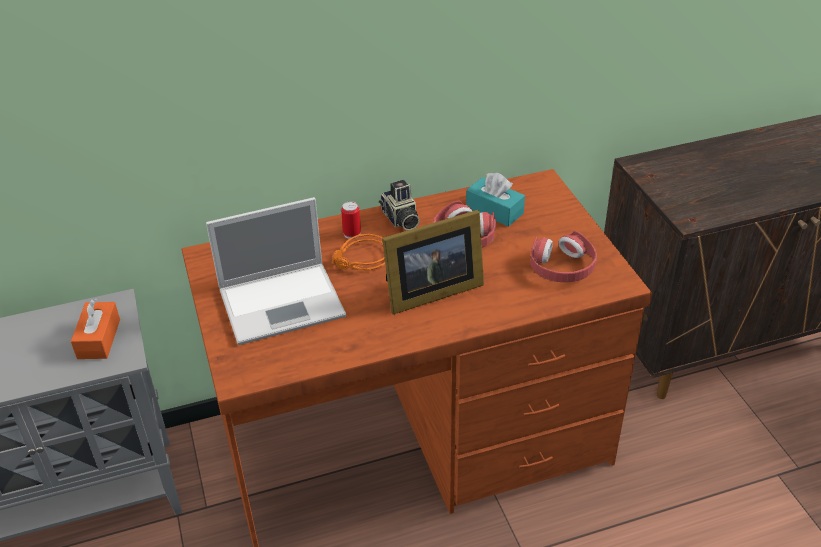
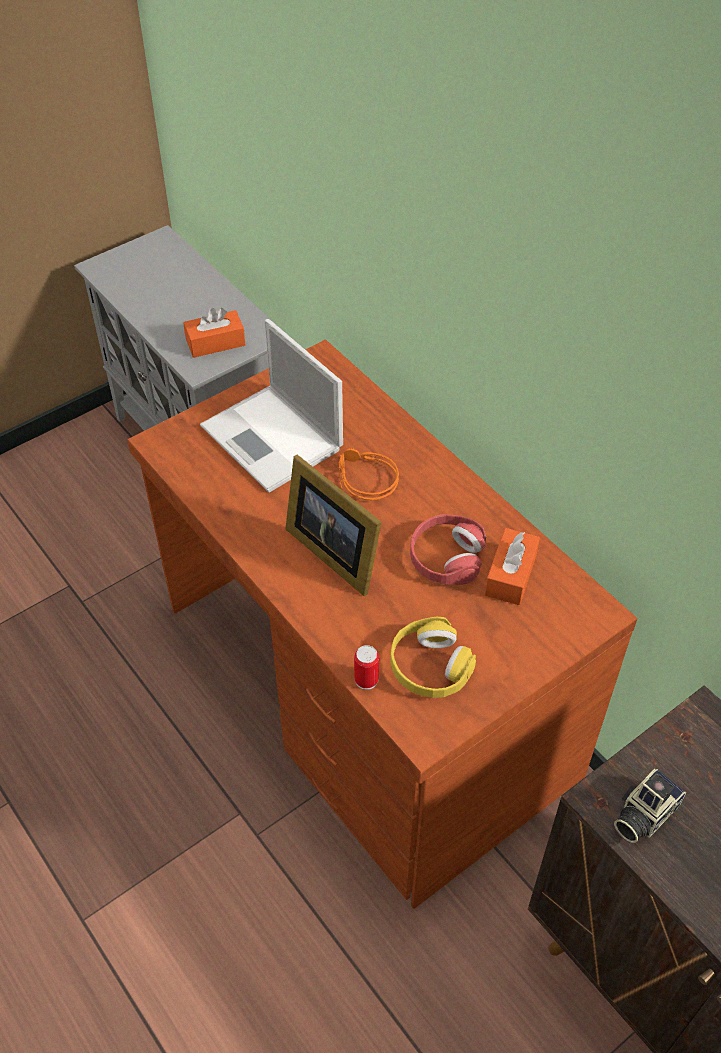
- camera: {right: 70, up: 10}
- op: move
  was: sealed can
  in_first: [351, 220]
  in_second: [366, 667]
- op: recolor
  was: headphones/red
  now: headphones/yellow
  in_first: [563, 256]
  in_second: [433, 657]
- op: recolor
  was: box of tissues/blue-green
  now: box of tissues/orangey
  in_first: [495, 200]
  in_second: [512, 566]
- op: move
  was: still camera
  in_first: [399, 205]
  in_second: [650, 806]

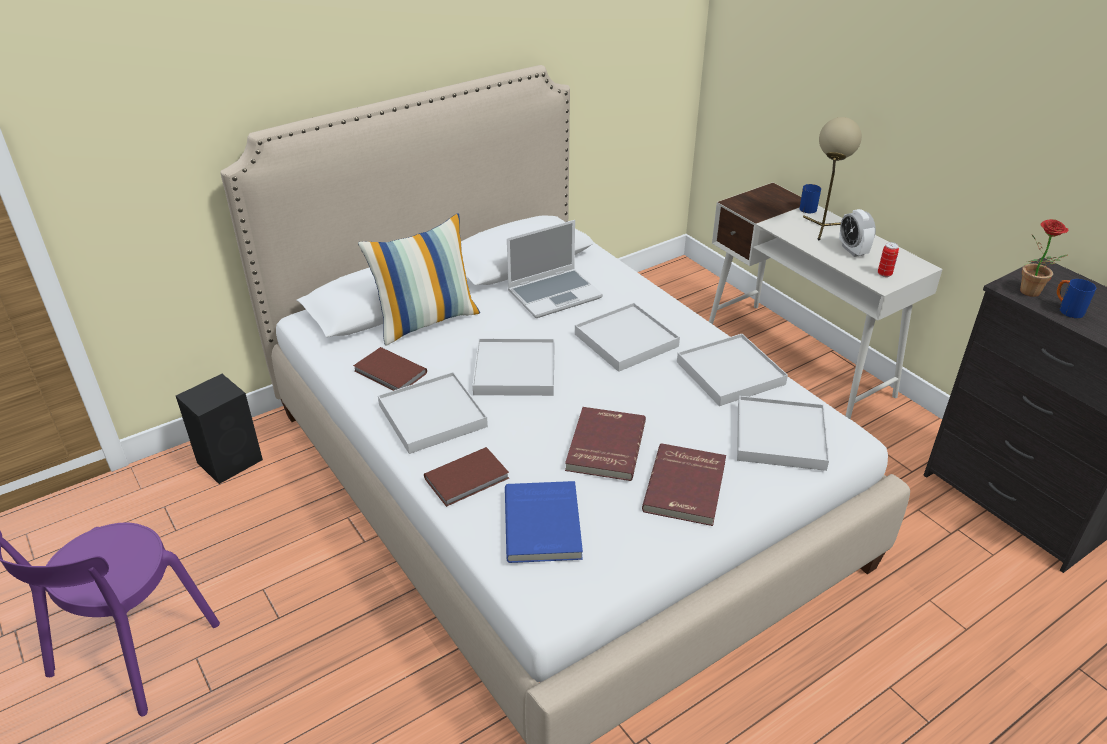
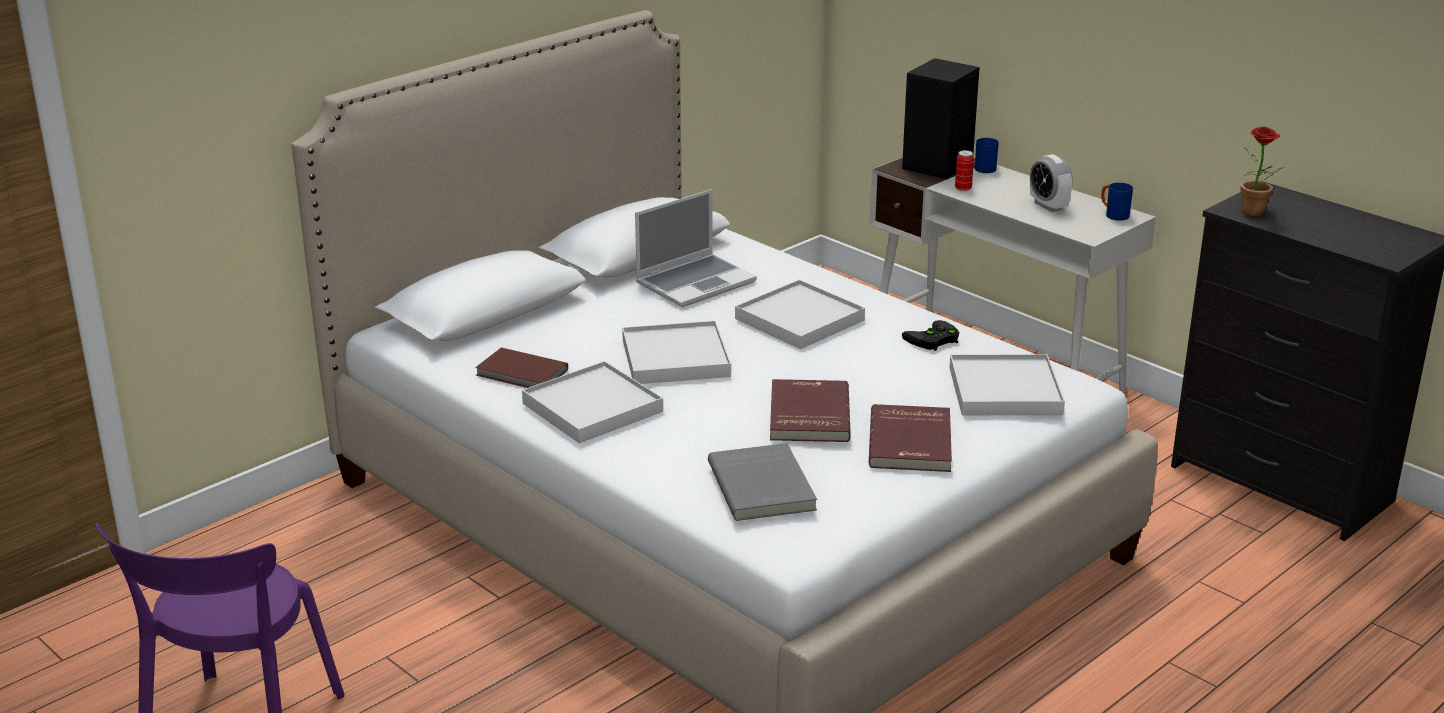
- camera: {right: -10, up: -10}
- op: recolor
  was: volume/blue-coloured
  now: volume/greyish
  in_first: [544, 522]
  in_second: [762, 482]
- op: move
  was: loudspeaker/blackish
  in_first: [219, 429]
  in_second: [941, 118]
- op: replace
  was: serving tray/white-coloured
  now: game controller/blackish
  in_first: [732, 370]
  in_second: [930, 335]
- op: move
  was: sealed can
  in_first: [888, 259]
  in_second: [964, 170]
- op: move
  was: tea mug/blue-coloured
  in_first: [1076, 298]
  in_second: [1117, 202]
- op: delete
  was: cushion
  in_first: [419, 279]
- op: delete
  was: volume/brownish
  in_first: [466, 477]
- op: delete
  was: table lamp/sand-coloured
  in_first: [832, 178]

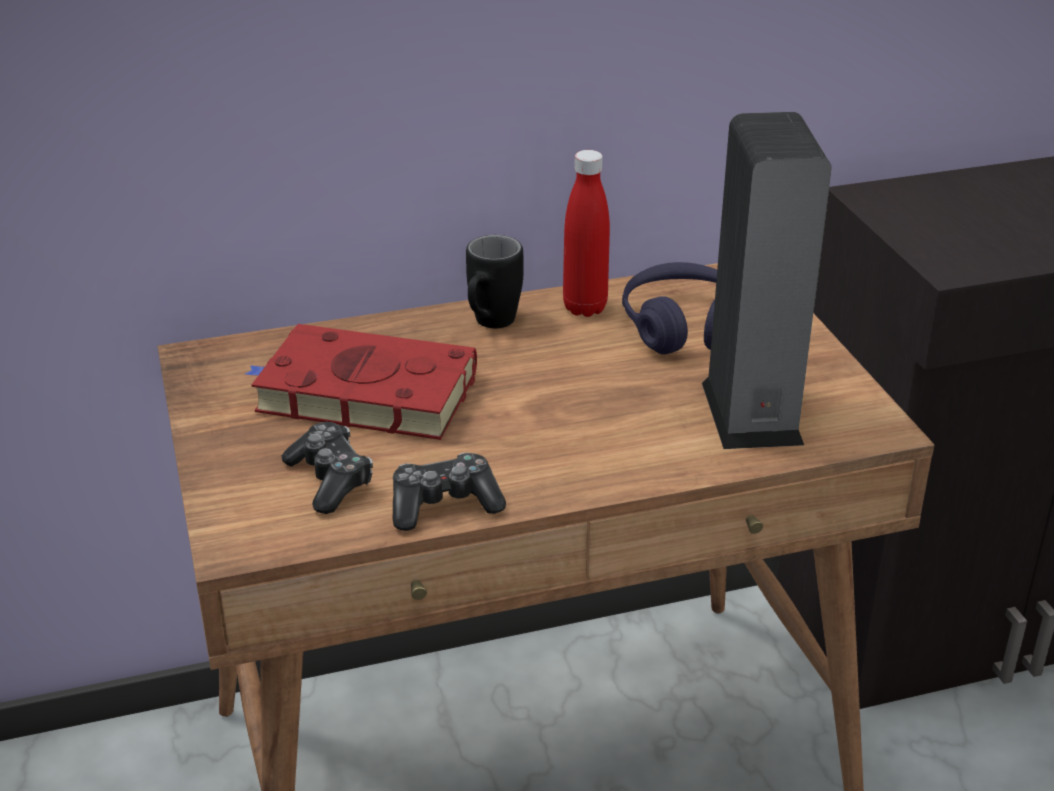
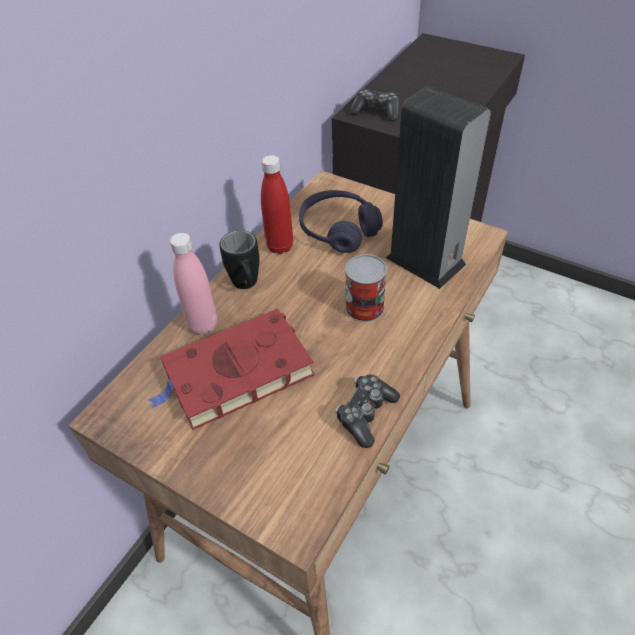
- camera: {right: -40, up: 15}
- op: insert
  now: beverage bottle/pinkish
  in_second: [193, 284]
- op: insert
  now: sealed can
  in_second: [366, 288]
- op: move
  was: game controller
  in_first: [327, 468]
  in_second: [374, 105]

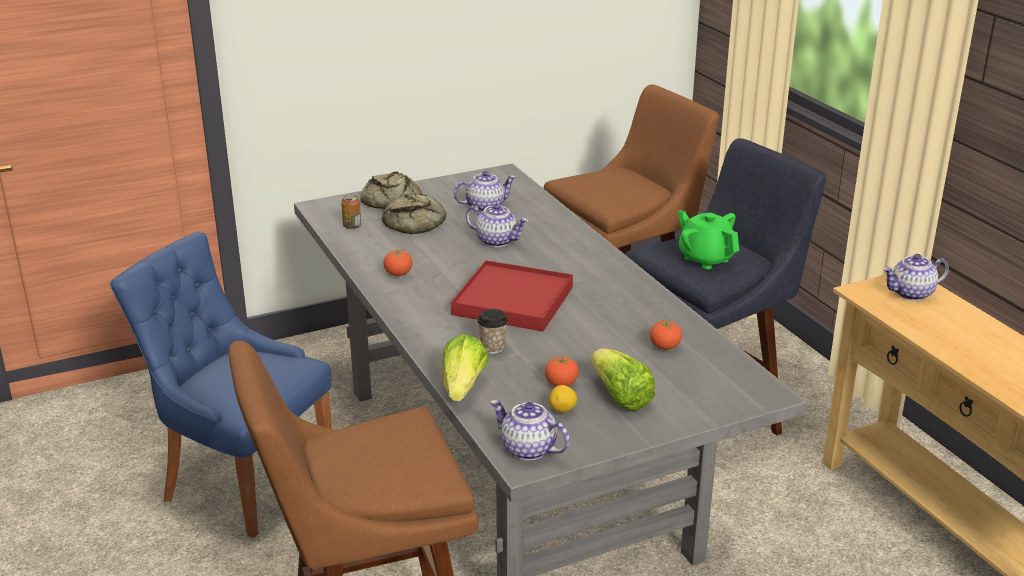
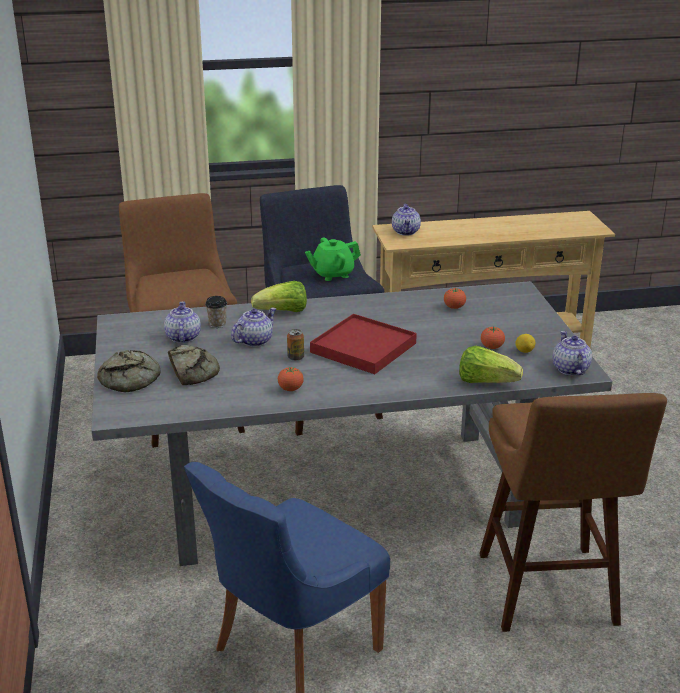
- camera: {right: -75, up: 0}
- op: move
  was: drinking cup
  in_first: [492, 331]
  in_second: [216, 312]
- op: move
  was: head of lettuce
  in_first: [623, 379]
  in_second: [279, 296]
- op: move
  was: sealed can
  in_first: [351, 212]
  in_second: [295, 345]
- op: rotate
  was: pot for tea
  in_first: [530, 430]
  in_second: [572, 353]
  clockwise: 120

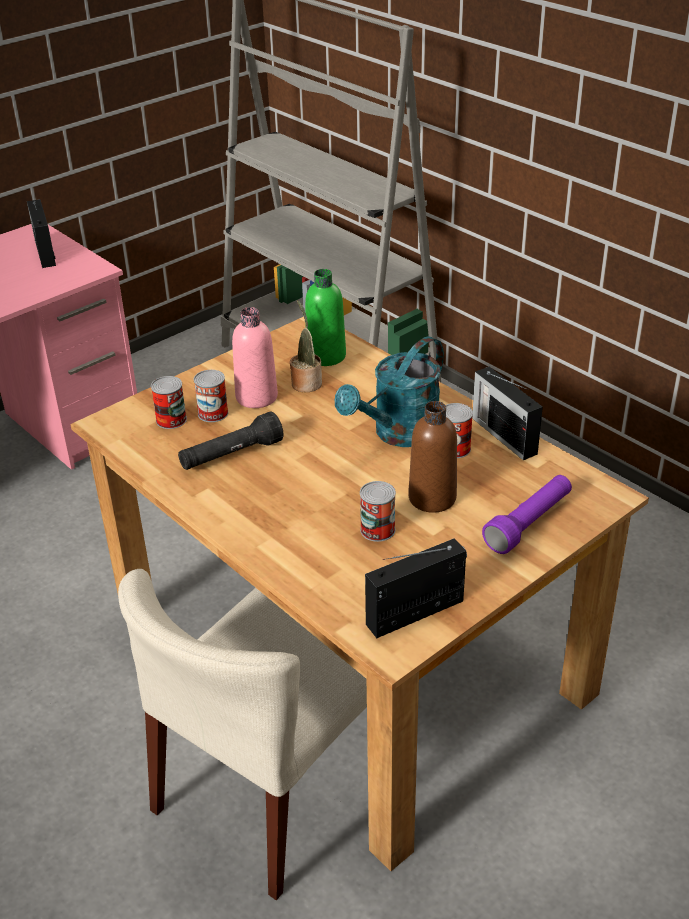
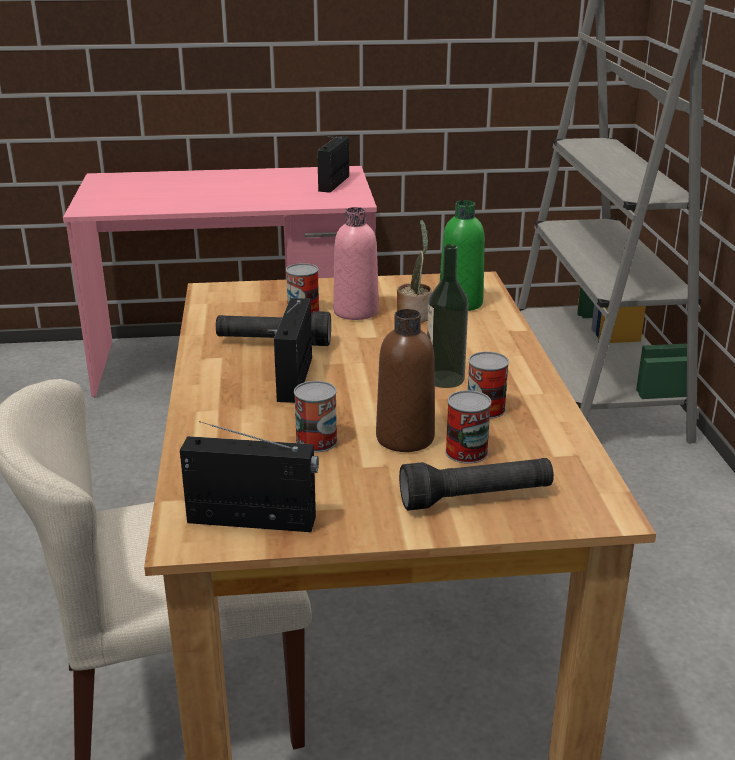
- camera: {right: 35, up: -10}
- op: move
  was: radio set
  in_first: [507, 413]
  in_second: [293, 350]
- op: recolor
  was: torch/purple
  now: torch/blackish
  in_first: [527, 514]
  in_second: [476, 484]
- op: replace
  was: sprinkling can/blue-green
  now: beverage bottle
  in_first: [389, 391]
  in_second: [447, 316]
- op: move
  was: sealed can
  in_first: [169, 402]
  in_second: [468, 427]

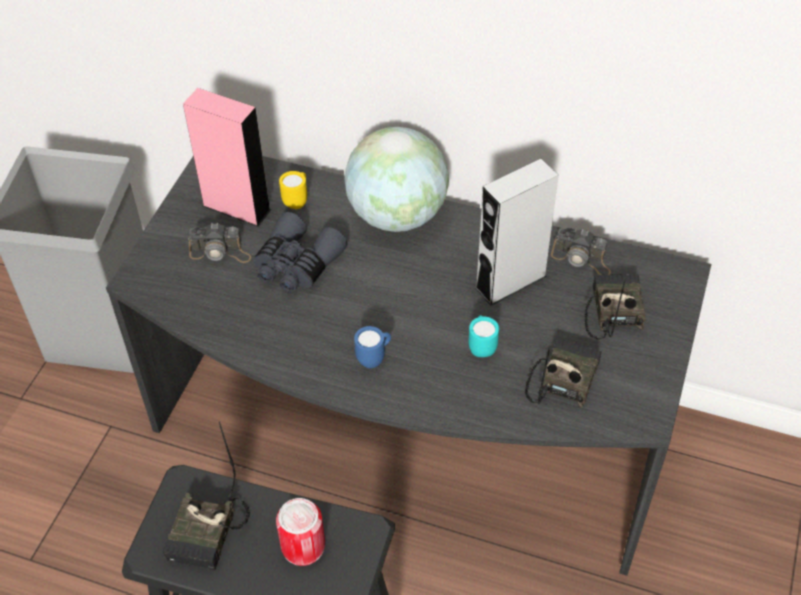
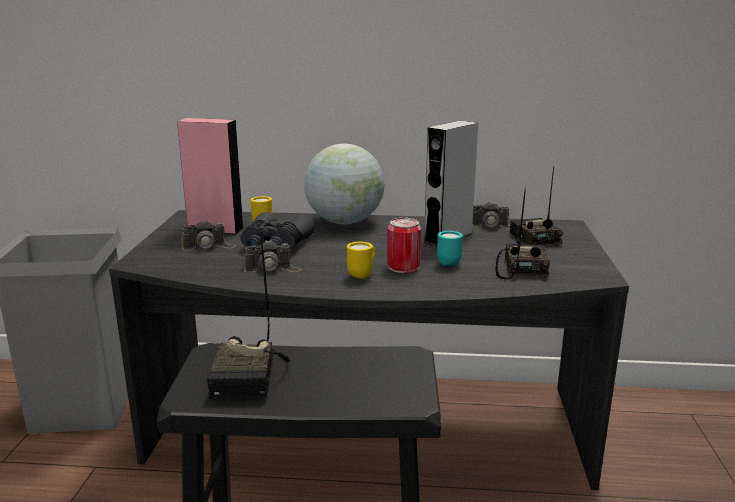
- camera: {right: -15, up: -30}
- op: insert
  now: still camera
  in_second: [273, 256]
- op: recolor
  was: tea mug/blue-coloured
  now: tea mug/yellow
  in_first: [372, 347]
  in_second: [361, 260]
- op: move
  was: sealed can
  in_first: [300, 532]
  in_second: [404, 245]

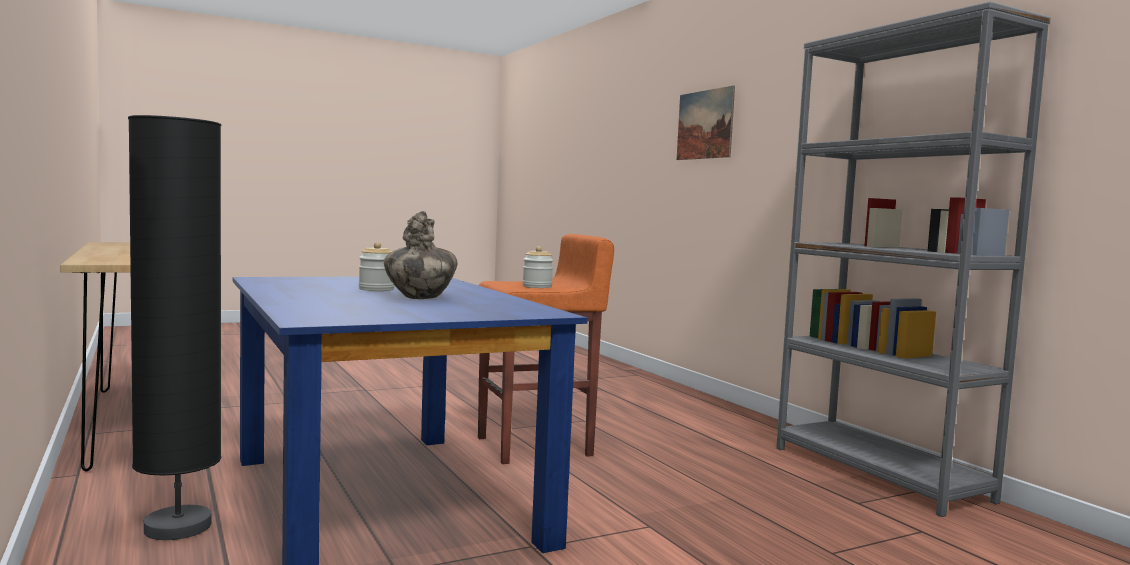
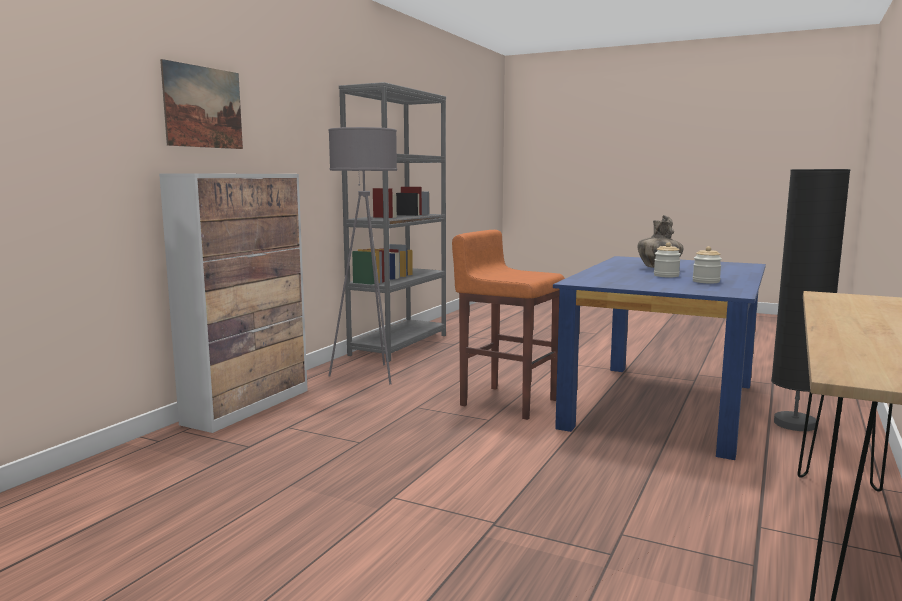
- camera: {right: -125, up: 5}
- op: insert
  now: cabinet
  in_second: [233, 303]
- op: insert
  now: standard lamp/greyish
  in_second: [362, 255]
- op: move
  was: jar
  in_first: [537, 267]
  in_second: [707, 265]

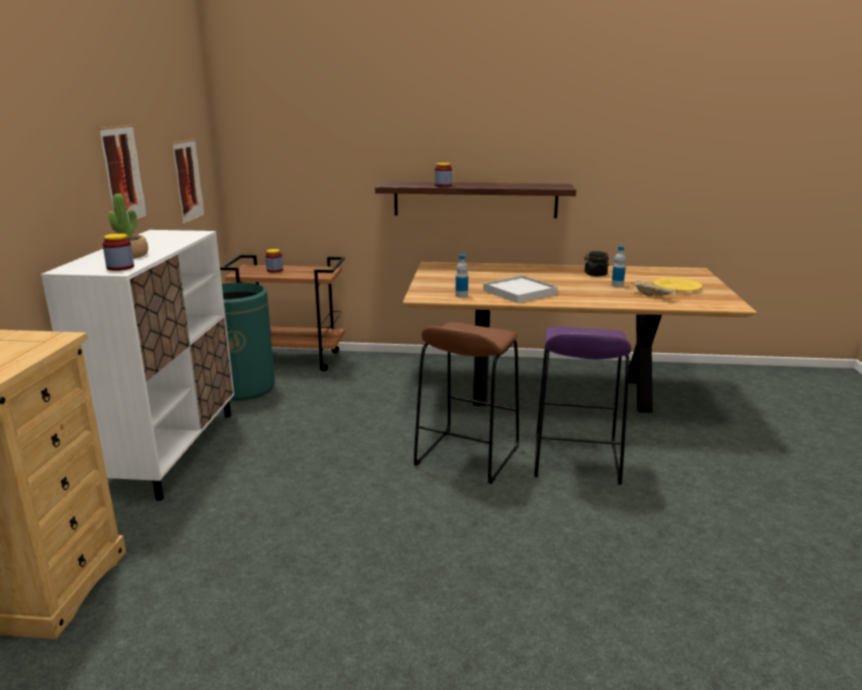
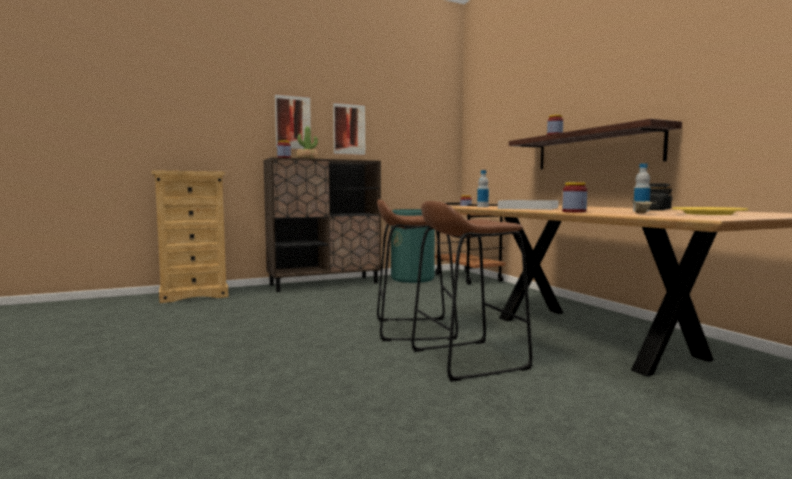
- camera: {right: 60, up: -15}
- op: recolor
  was: cabinet/white-coloured
  now: cabinet/brownish
  in_first: [137, 365]
  in_second: [322, 224]
- op: move
  was: wall picture
  in_first: [188, 182]
  in_second: [293, 121]
- op: recolor
  was: stool seat/purple
  now: stool seat/brownish
  in_first: [582, 406]
  in_second: [472, 291]
- op: insert
  now: jar
  in_second: [574, 197]

